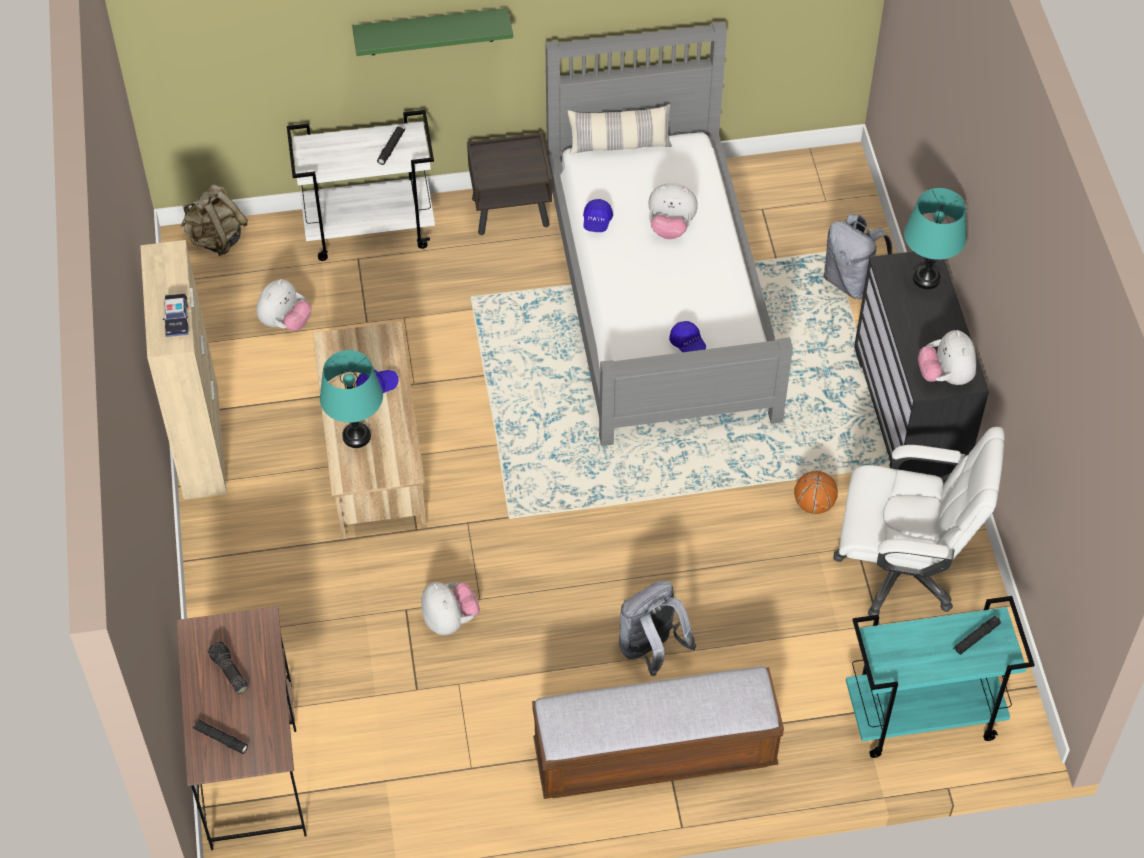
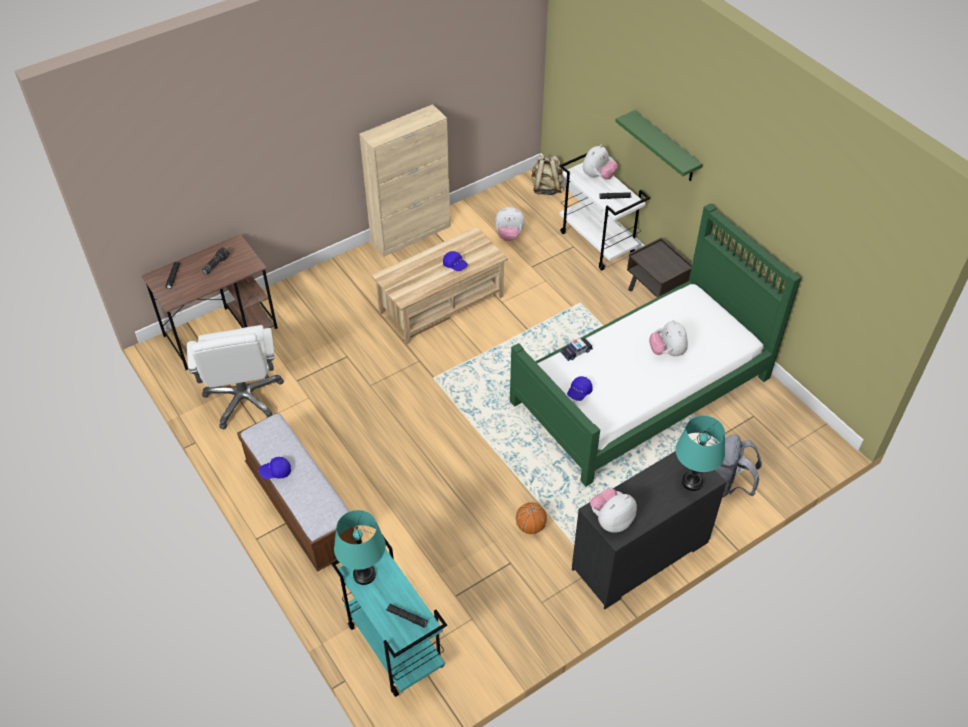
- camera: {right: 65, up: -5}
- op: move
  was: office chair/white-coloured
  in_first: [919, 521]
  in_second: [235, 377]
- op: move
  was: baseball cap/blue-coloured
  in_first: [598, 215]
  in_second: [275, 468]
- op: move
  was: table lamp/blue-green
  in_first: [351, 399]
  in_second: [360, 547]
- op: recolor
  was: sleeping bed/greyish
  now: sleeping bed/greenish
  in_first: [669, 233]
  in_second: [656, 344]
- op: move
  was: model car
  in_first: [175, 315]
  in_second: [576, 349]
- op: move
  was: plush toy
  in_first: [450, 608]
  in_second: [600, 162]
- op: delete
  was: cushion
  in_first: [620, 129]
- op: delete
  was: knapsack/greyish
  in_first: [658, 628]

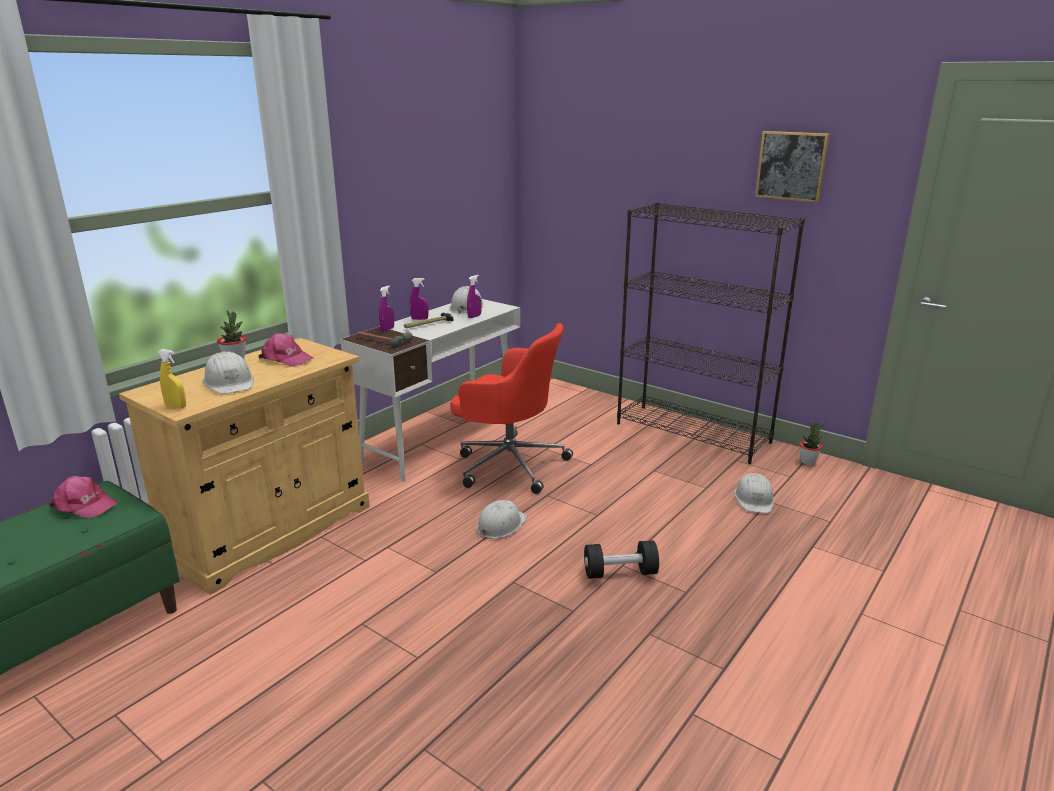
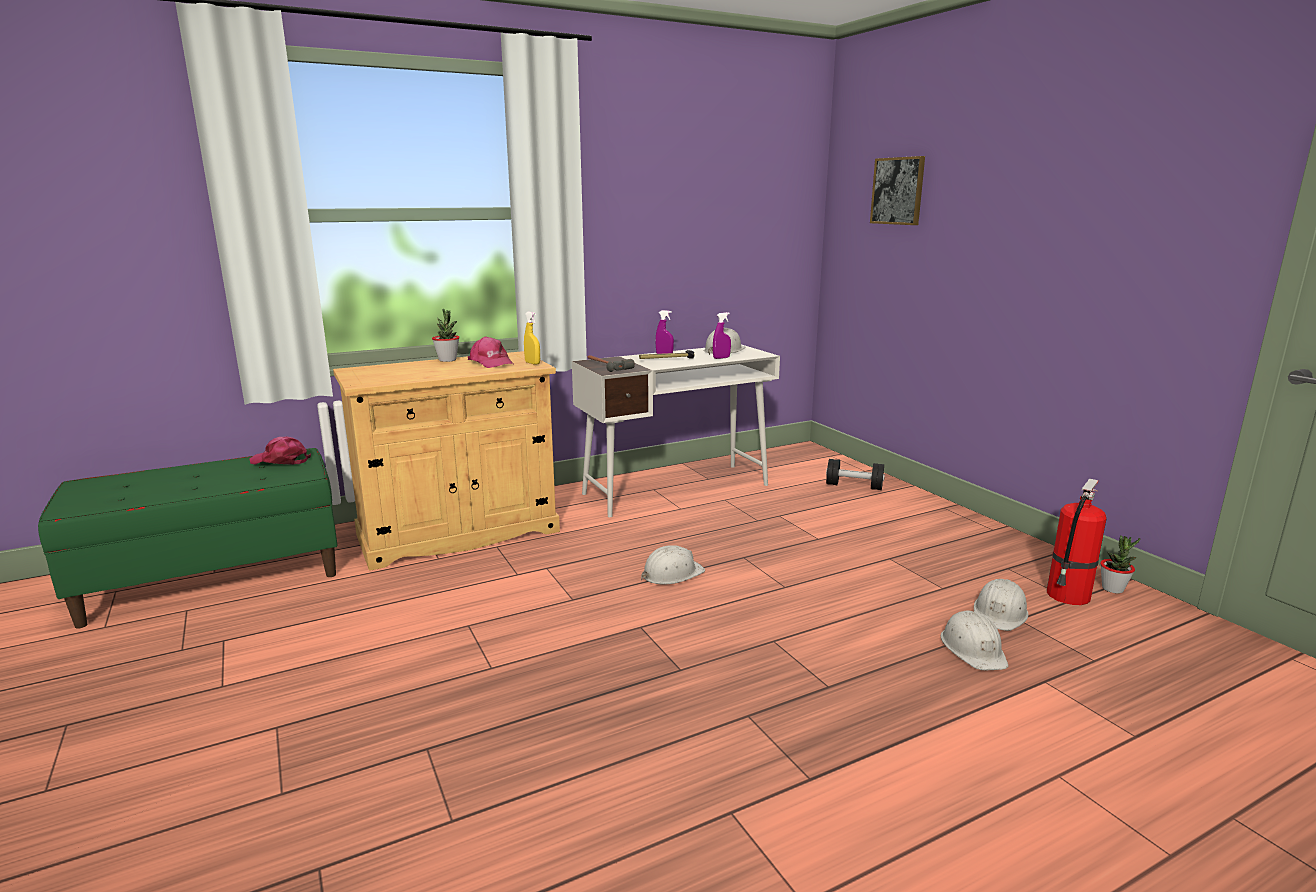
- camera: {right: 25, up: -5}
- op: rotate
  was: baseball cap/pinkish
  in_first: [83, 497]
  in_second: [280, 450]
  clockwise: 150
- op: move
  was: spray bottle/yellow
  in_first: [172, 379]
  in_second: [532, 338]
- op: move
  was: dumbbell/blackish
  in_first: [621, 559]
  in_second: [855, 474]
- op: move
  was: wall picture
  in_first: [792, 167]
  in_second: [897, 190]
- op: move
  was: safety helmet/white-coloured
  in_first: [228, 372]
  in_second: [974, 640]
- op: insert
  now: fire extinguisher
  in_second: [1077, 542]
- op: delete
  was: spray bottle/purple
  in_first: [386, 309]
- op: delete
  was: office chair/red
  in_first: [511, 408]
- op: delete
  was: bookshelf/blackish
  in_first: [711, 333]

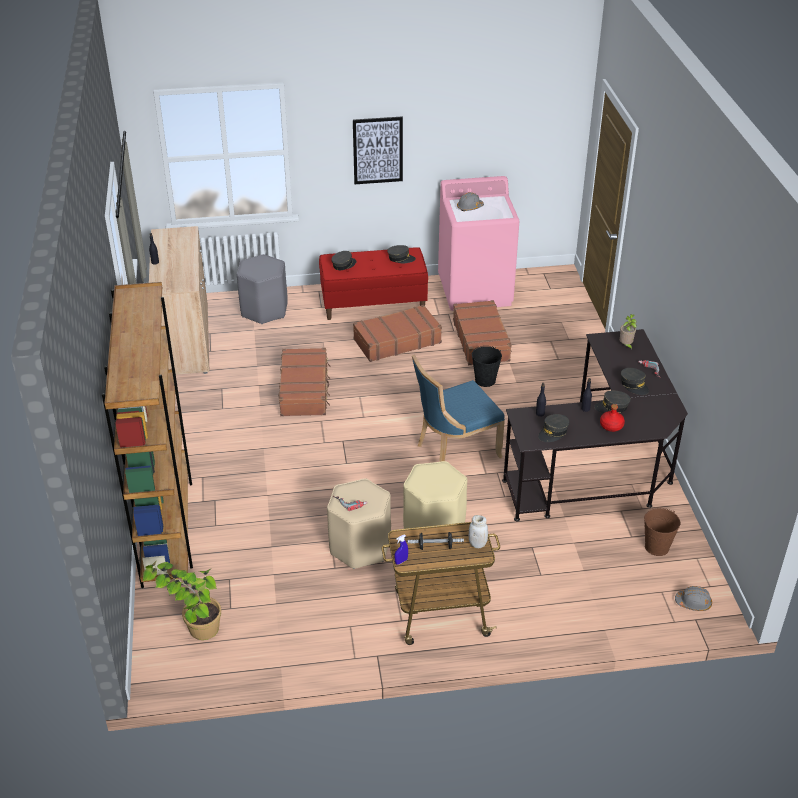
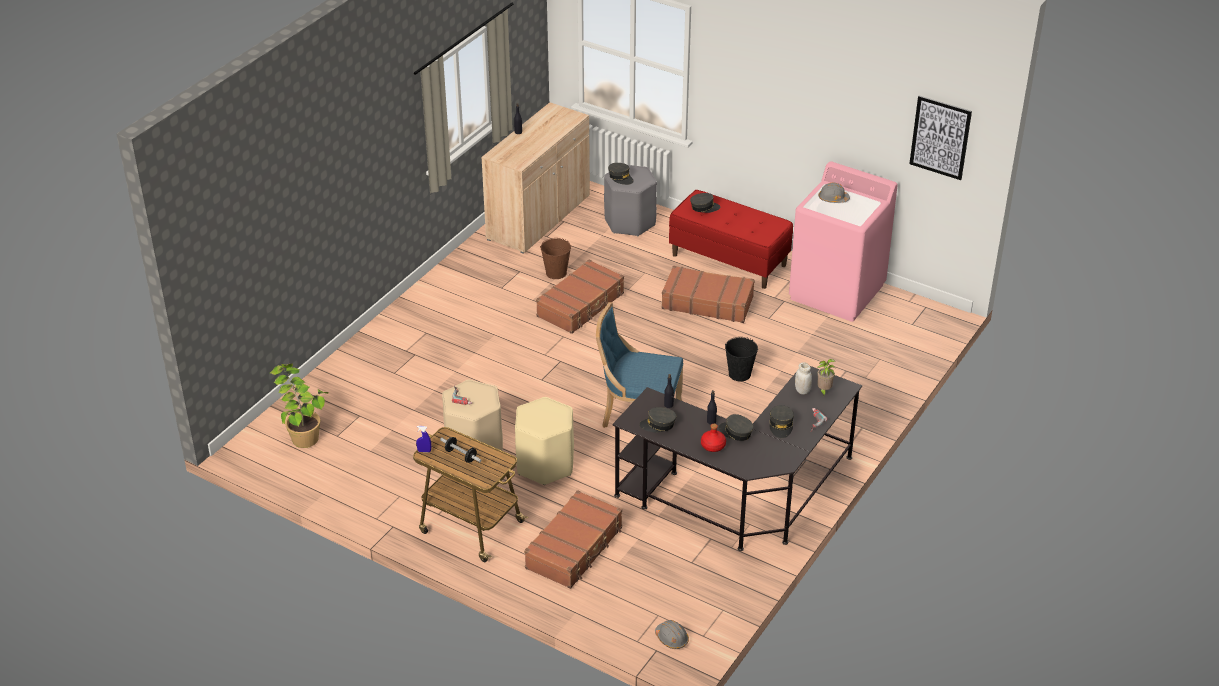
- camera: {right: 40, up: 0}
- op: move
  was: travel case/brownish
  in_first: [482, 332]
  in_second: [573, 539]
- op: move
  was: pail/brownish
  in_first: [662, 531]
  in_second: [555, 258]
- op: move
  was: baseball cap/greyish
  in_first: [401, 254]
  in_second: [621, 174]
- op: move
  was: jar/white-coloured
  in_first: [478, 531]
  in_second: [803, 378]
- op: move
  was: wall picture
  in_first: [378, 150]
  in_second: [940, 137]
- op: delete
  was: bookshelf/brownish
  in_first: [147, 435]

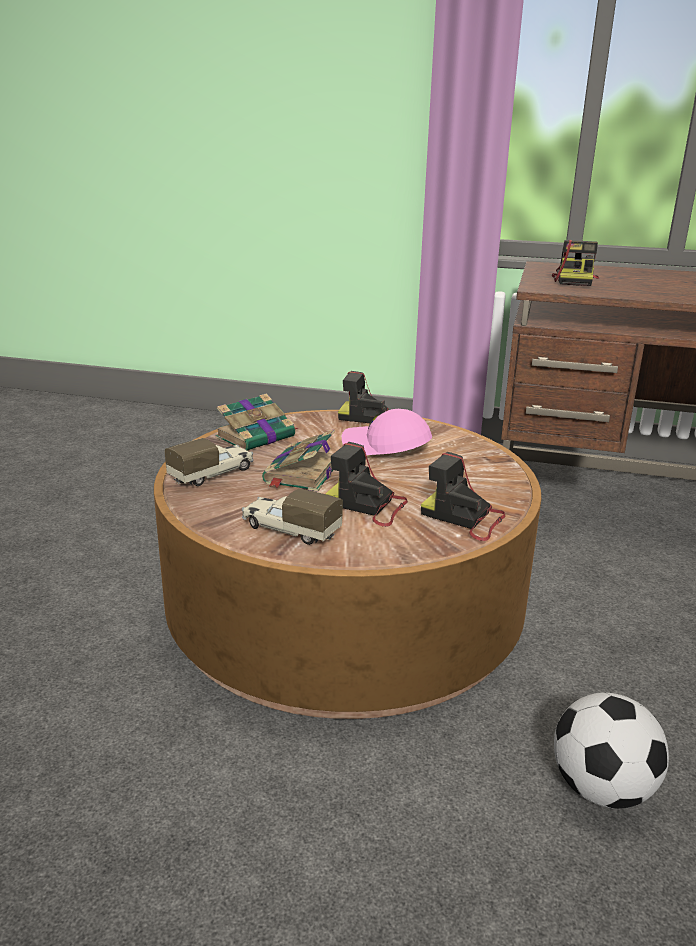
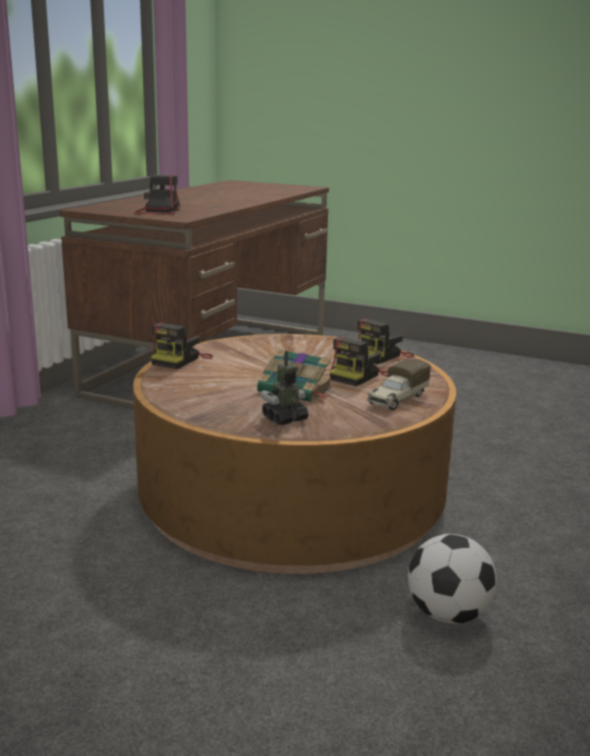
- camera: {right: -80, up: -5}
- op: rotate
  was: still camera
  in_first: [575, 263]
  in_second: [157, 195]
  clockwise: -105
- op: replace
  was: toy truck
  now: robot figure
  in_first: [209, 462]
  in_second: [284, 388]
- op: move
  was: ball for football
  in_first: [611, 750]
  in_second: [452, 579]
- op: delete
  was: volume
  in_first: [257, 422]
- op: delete
  was: baseball cap/pinkish
  in_first: [387, 432]

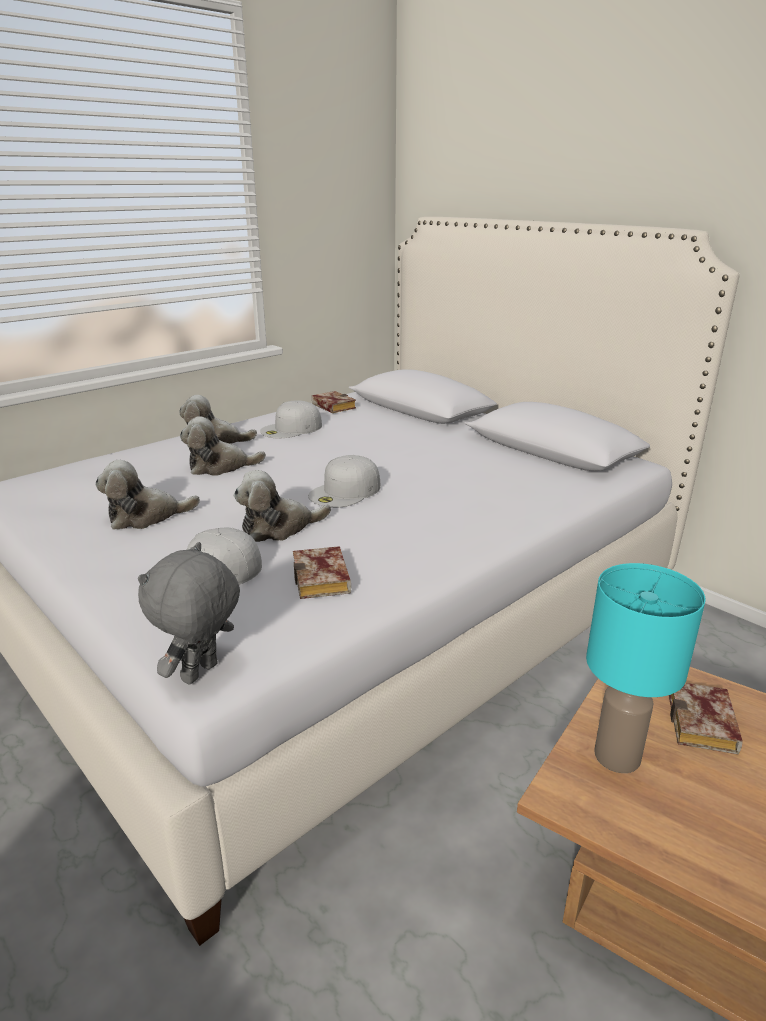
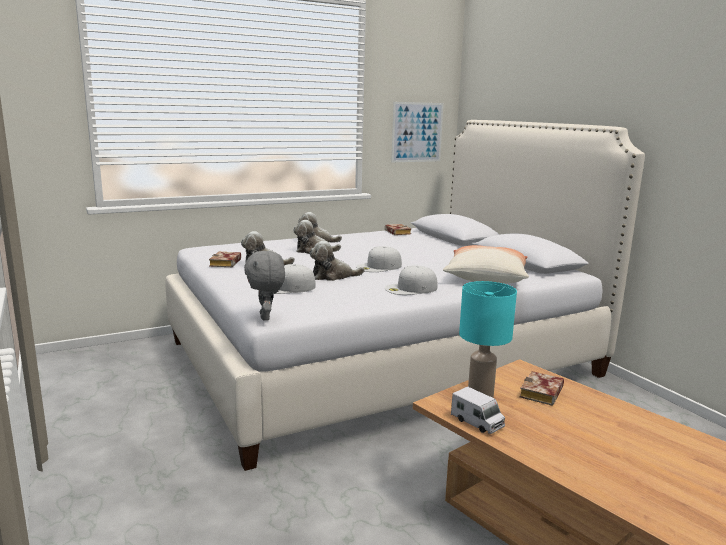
- camera: {right: 15, up: -10}
- op: move
  was: volume
  in_first: [322, 572]
  in_second: [225, 259]
- op: rotate
  was: plush toy/greyish
  in_first: [189, 613]
  in_second: [264, 286]
  clockwise: -60
- op: move
  was: baseball cap/white-coloured
  in_first: [291, 419]
  in_second: [411, 280]
- op: insert
  now: wall picture
  in_second: [417, 132]
- op: insert
  now: cushion
  in_second: [486, 264]
- op: insert
  now: toy truck
  in_second: [478, 410]

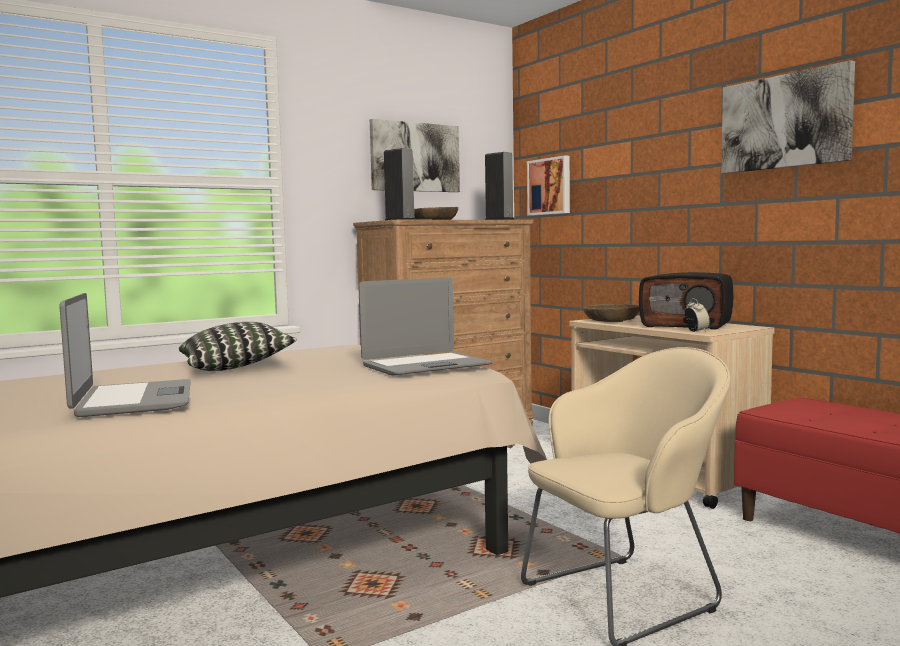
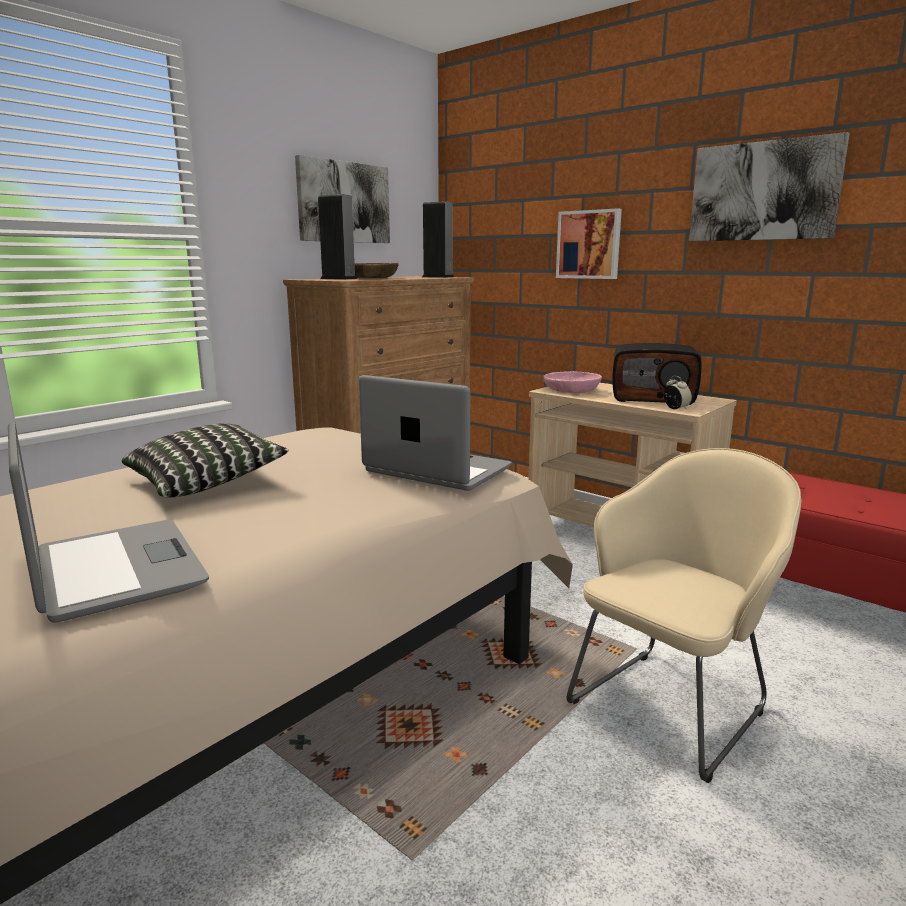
- camera: {right: -15, up: 10}
- op: rotate
  was: laptop
  in_first: [425, 326]
  in_second: [435, 433]
  clockwise: -105
- op: recolor
  was: deep dish/brownish
  now: deep dish/pinkish
  in_first: [611, 313]
  in_second: [572, 382]
- op: move
  was: wall picture
  in_first: [548, 185]
  in_second: [589, 243]

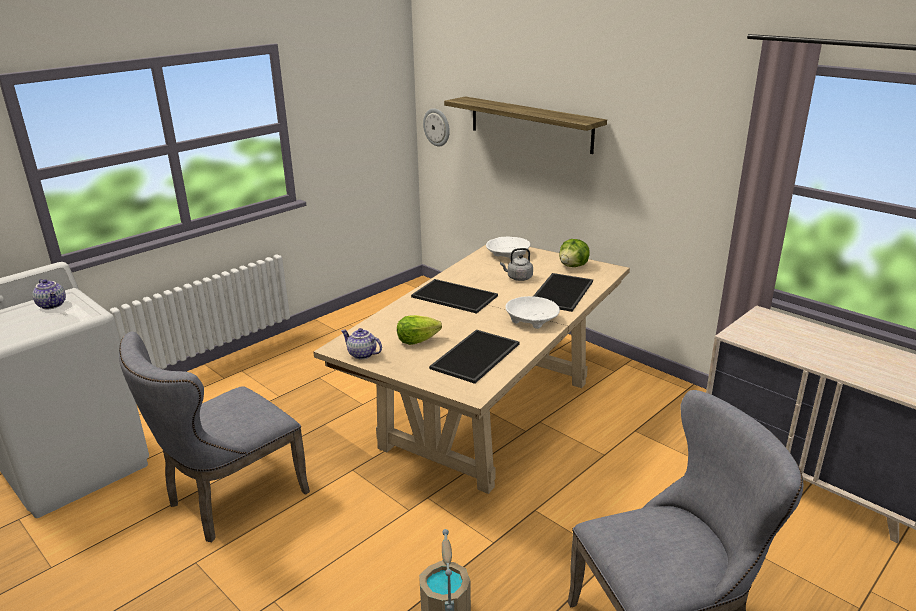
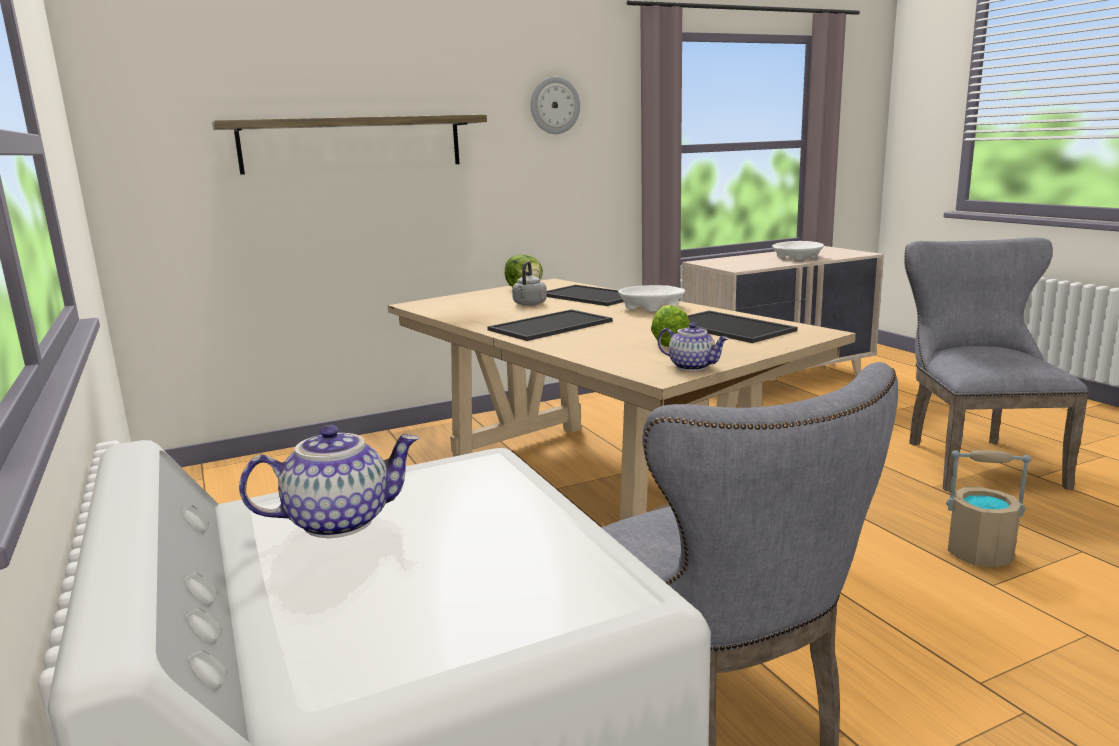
- camera: {right: -70, up: -10}
- op: move
  was: wall clock
  in_first: [436, 127]
  in_second: [555, 105]
- op: rotate
  was: pot for tea
  in_first: [361, 343]
  in_second: [693, 347]
  clockwise: -105
- op: move
  was: deep dish/white-coloured
  in_first: [508, 248]
  in_second: [798, 250]

